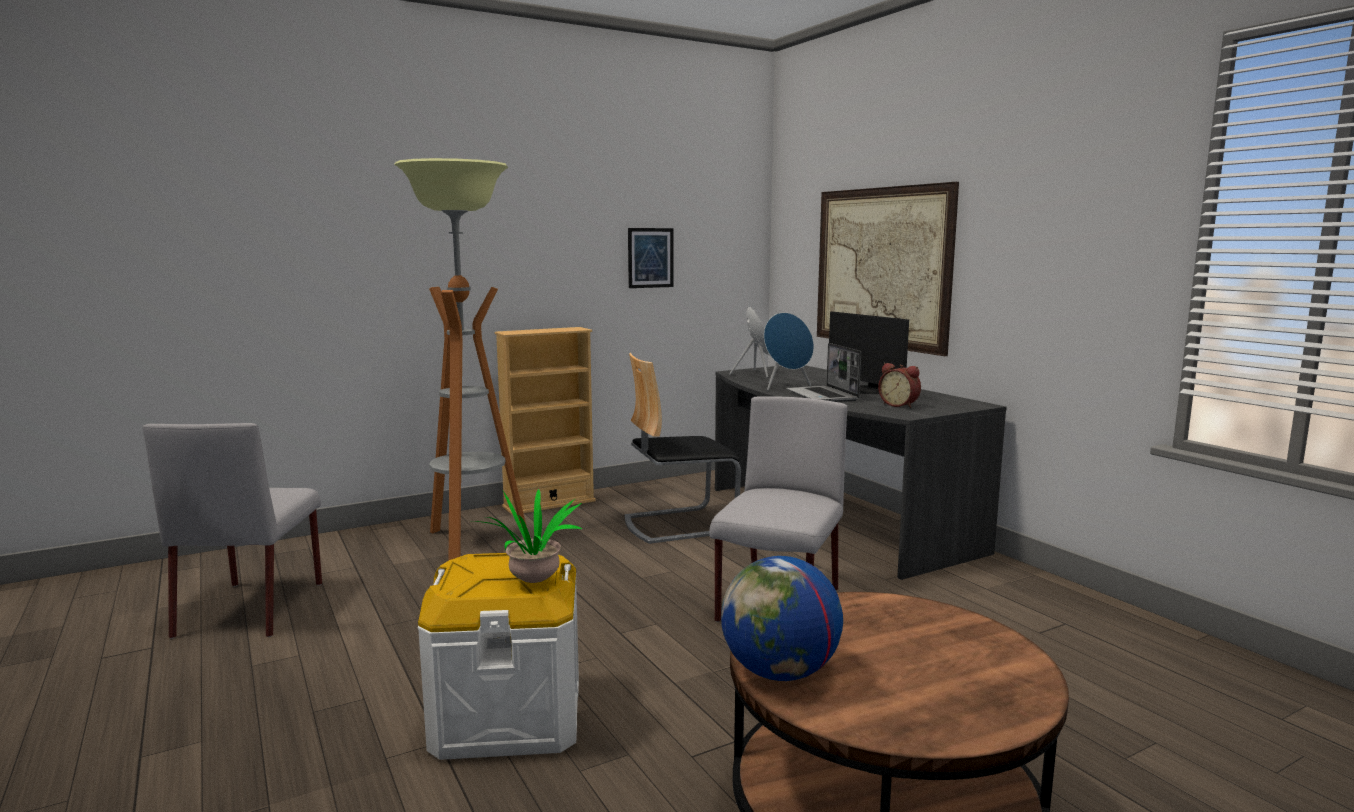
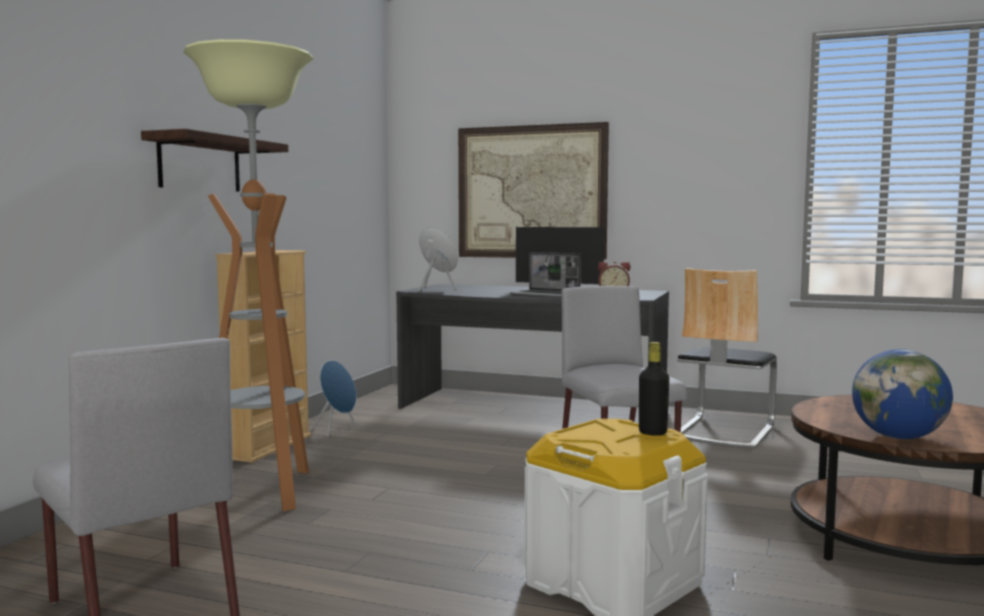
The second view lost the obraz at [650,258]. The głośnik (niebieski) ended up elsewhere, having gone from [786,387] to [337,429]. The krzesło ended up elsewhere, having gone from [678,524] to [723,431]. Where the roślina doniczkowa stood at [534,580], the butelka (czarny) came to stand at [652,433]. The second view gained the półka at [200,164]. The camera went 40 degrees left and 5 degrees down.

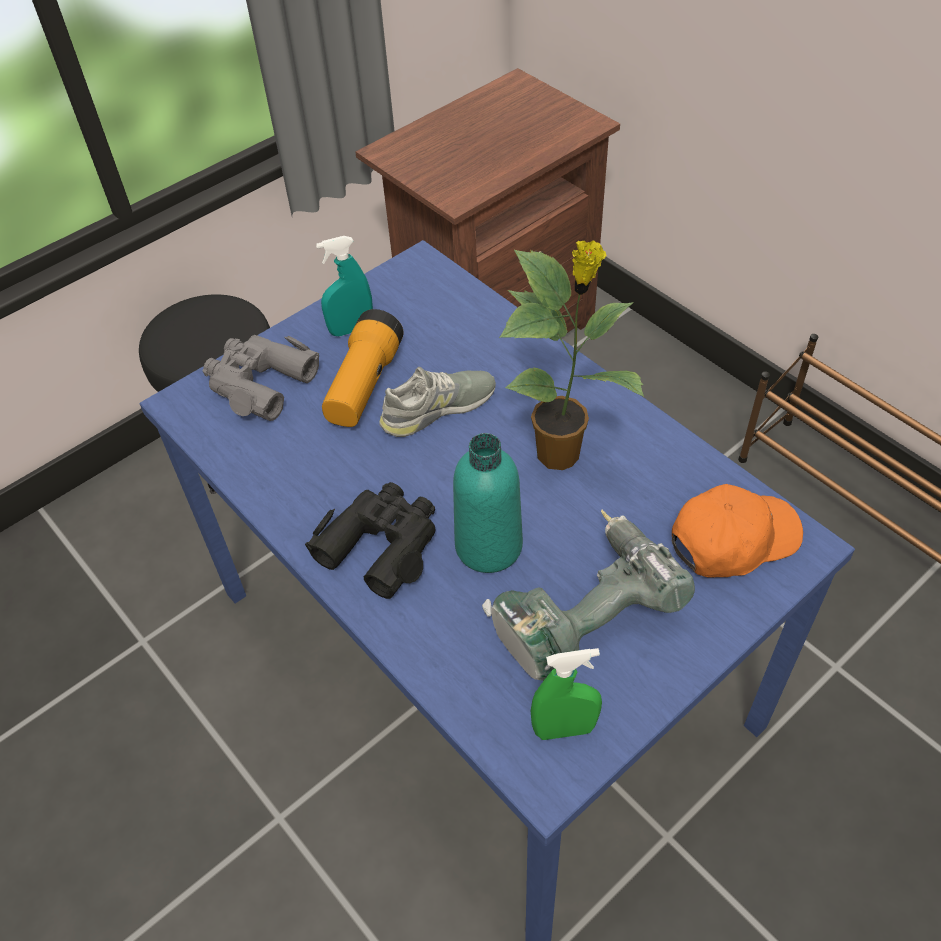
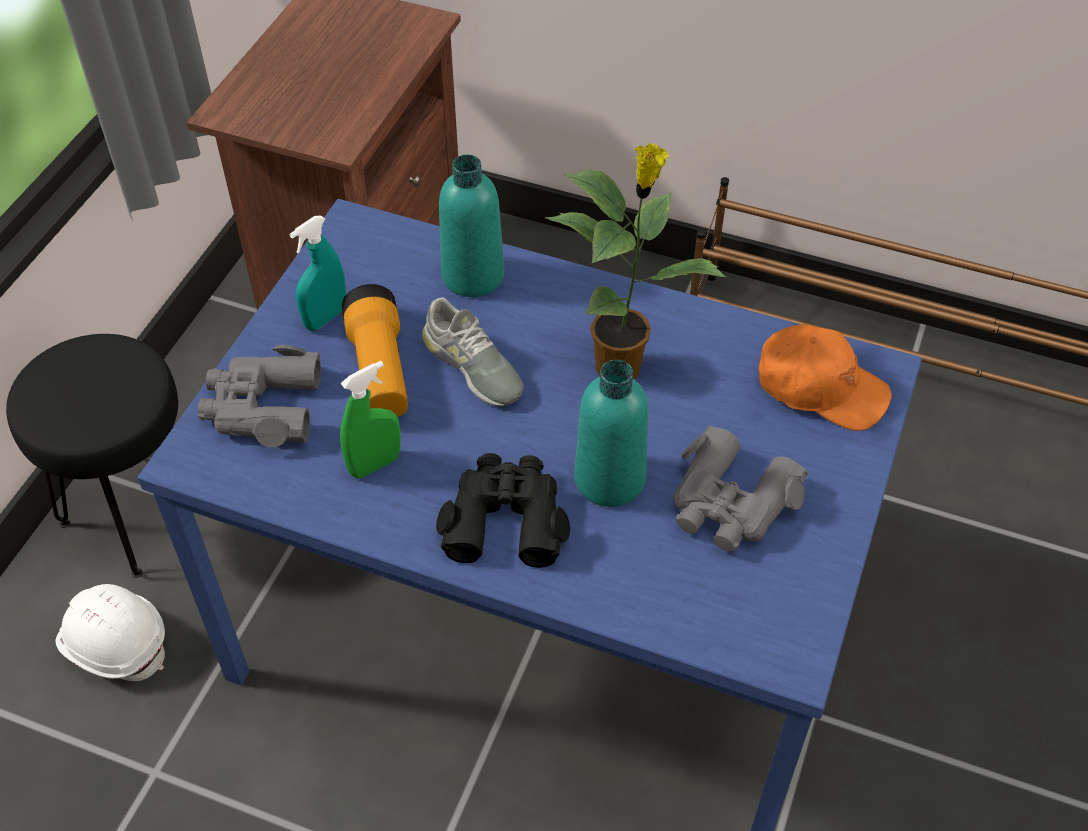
The but (szary) at [438,408] ended up facing another way, 105 degrees clockwise from before. The czapka z daszkiem (pomarańczowy) at [732,539] ended up facing another way, 75 degrees clockwise from before. Where the wiertarka stood at [581,610], the lornetka (szary) came to stand at [730,503]. The spryskiwacz (zielony) ended up elsewhere, having gone from [564,729] to [375,464]. The second view gained the butelka (turkusowy) at [473,276]. The second view gained the kask (biały) at [115,643]. The camera went 30 degrees left and 0 degrees up.

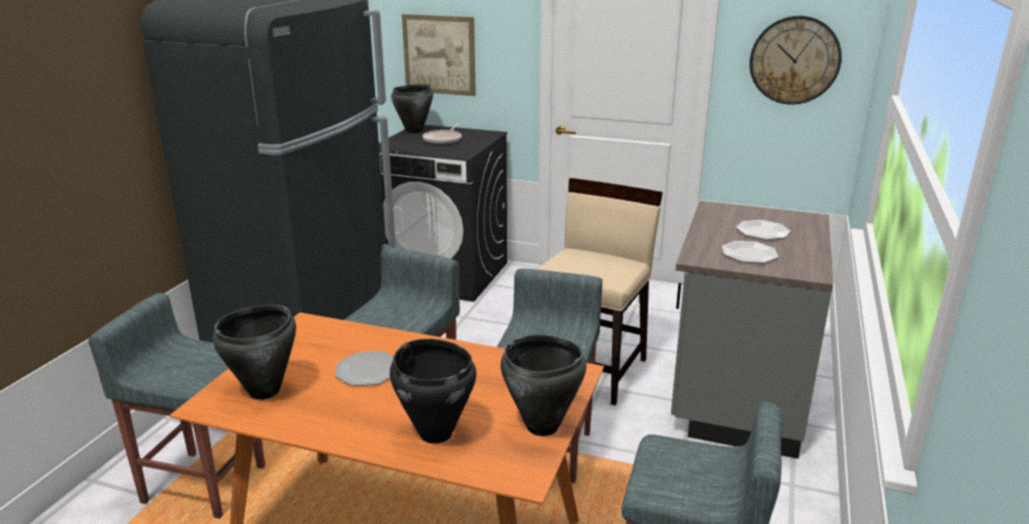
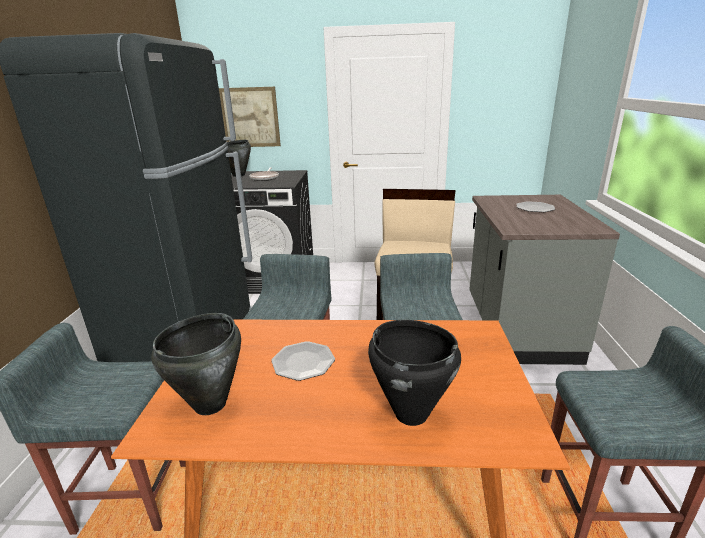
The second view lost the zegar ścienny at [794,60]. The second view lost the talerz at [749,254]. The second view lost the garnek (czarny) at [542,427]. The camera went 15 degrees left and 0 degrees up.

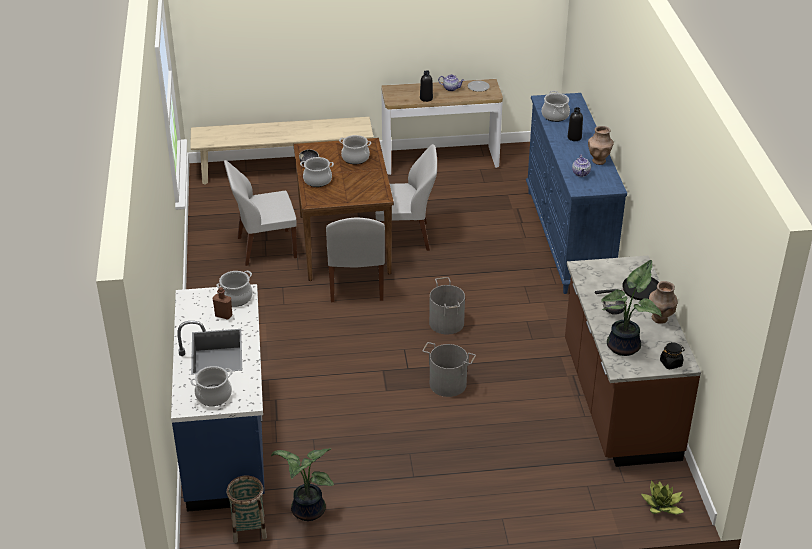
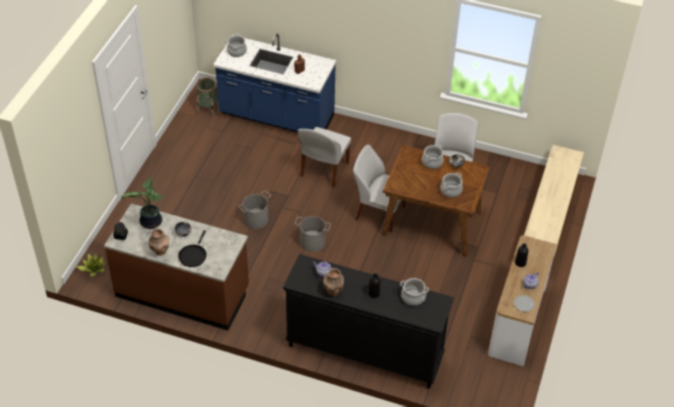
What was the komoda (niebieski) at [567,239] turned into the komoda (czarny) at [364,351]. The krzesło (biały) ended up elsewhere, having gone from [405,237] to [324,170]. The second view lost the garnek at [236,298]. The second view lost the roślina doniczkowa at [306,511]. The camera went 115 degrees right and 10 degrees up.

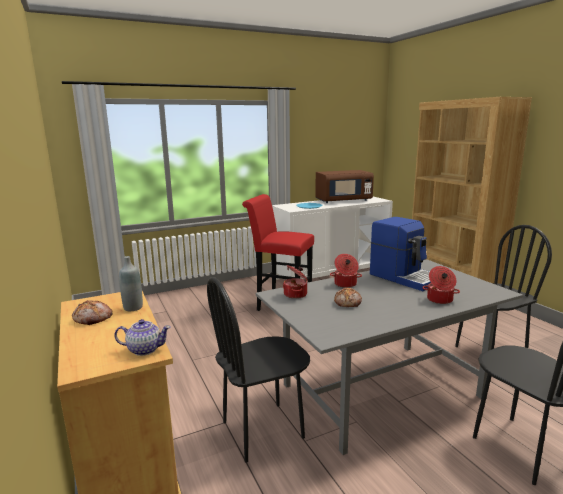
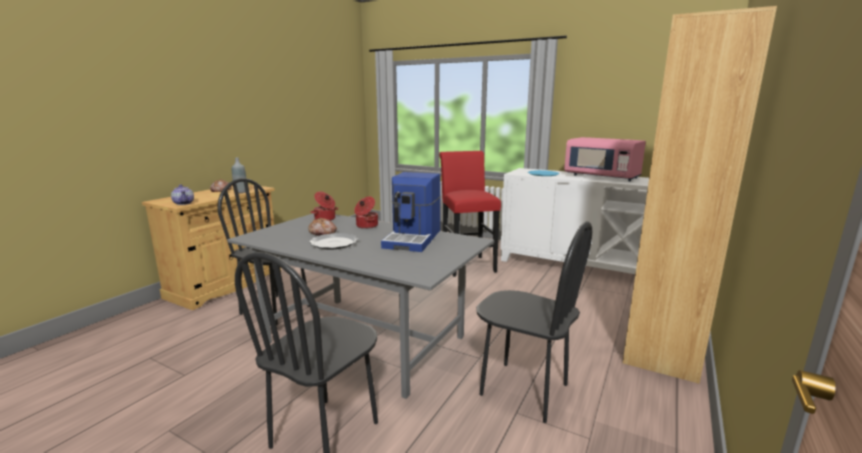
What was the mikrofalówka (brązowy) at [343,201] turned into the mikrofalówka (różowy) at [602,177]. The second view lost the garnek at [439,300]. The second view gained the talerz at [334,243]. The camera went 55 degrees right and 0 degrees up.

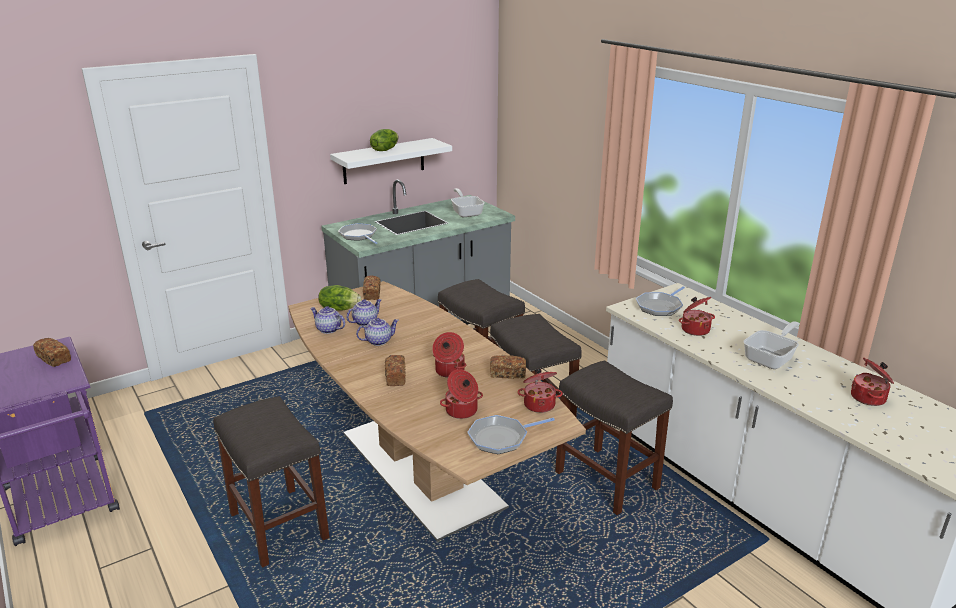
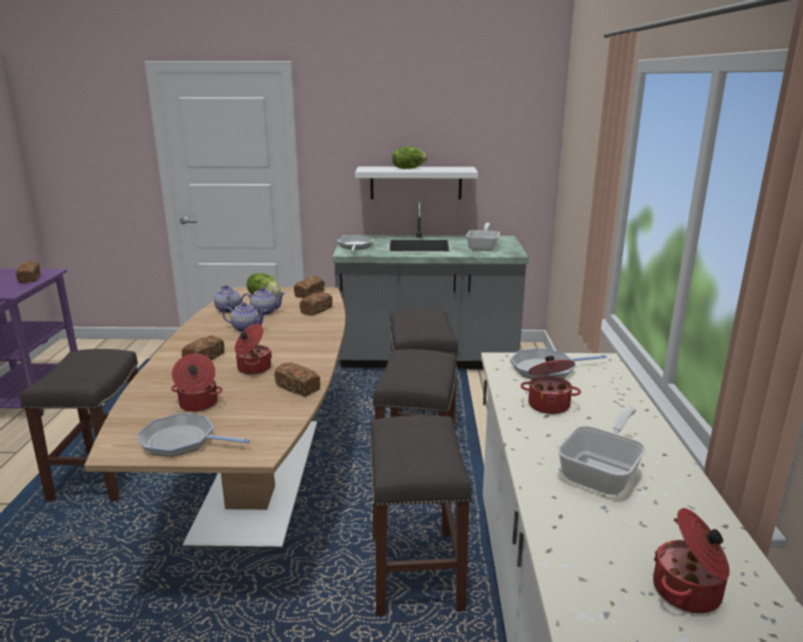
The patelnia at [771,358] ended up facing another way, 45 degrees counterclockwise from before. The second view lost the garnek at [539,404]. The second view gained the chleb at [316,310]. The camera went 35 degrees right and 5 degrees down.

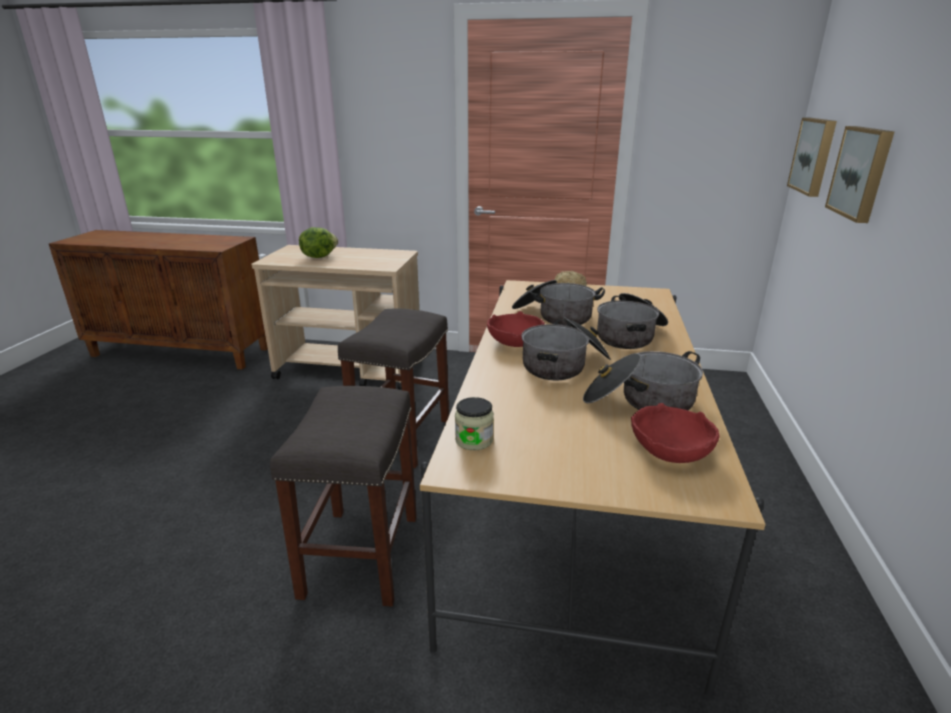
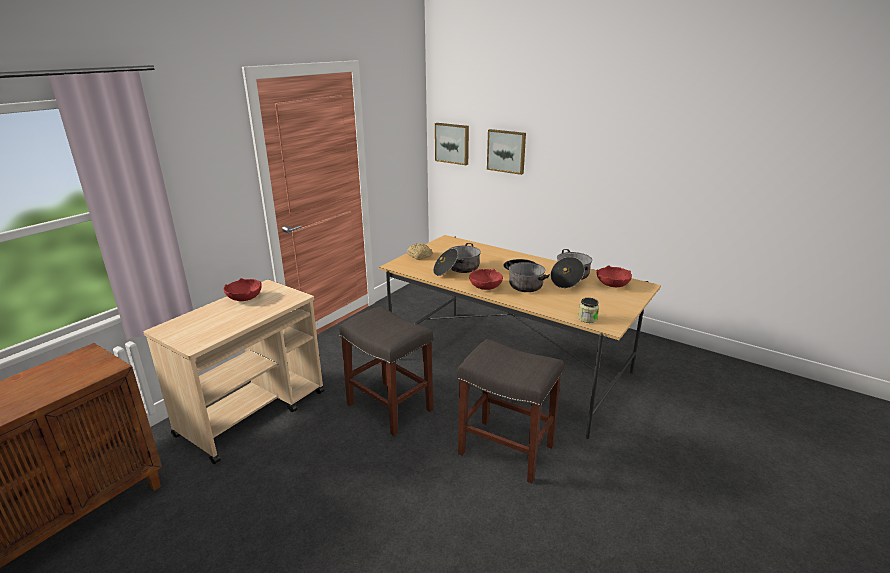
The second view lost the sałata at [318,256]. The second view lost the garnek at [630,335]. The second view gained the miska (czerwony) at [245,298]. The camera went 65 degrees left and 0 degrees up.

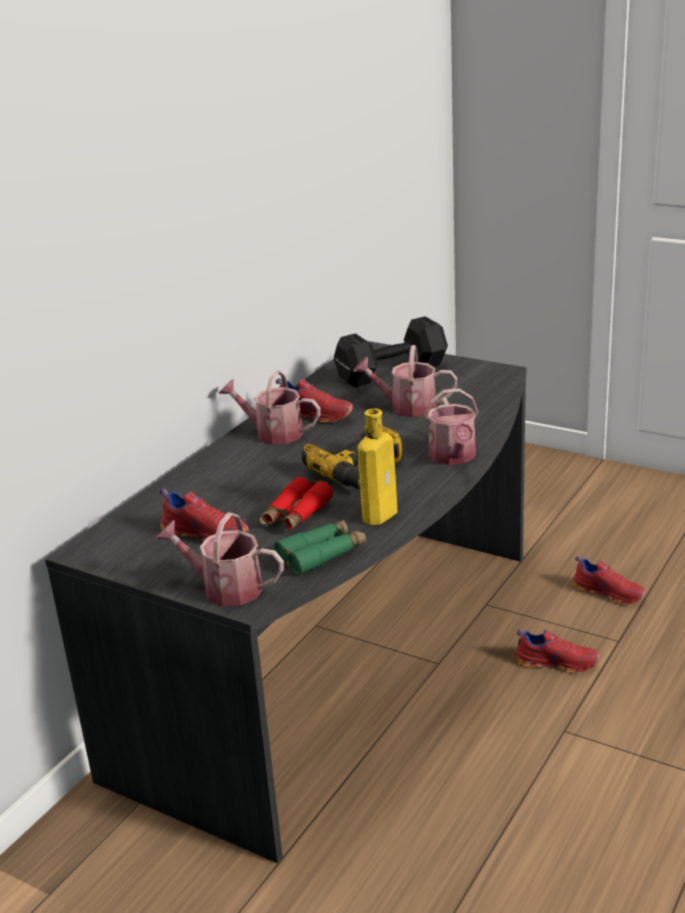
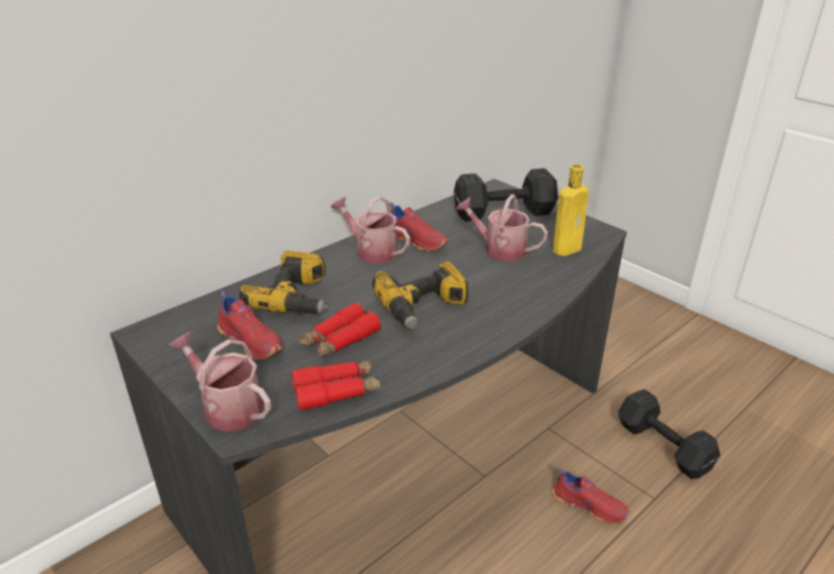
The second view lost the konewka at [454,457]. The butelka (żółty) ended up elsewhere, having gone from [381,514] to [568,248]. What was the lornetka (zielony) at [322,554] turned into the lornetka (czerwony) at [336,391]. Where the but (czerwony) stood at [609,592], the hantel (czarny) came to stand at [662,445]. The second view gained the wiertarka at [297,297]. The camera went 15 degrees right and 5 degrees up.

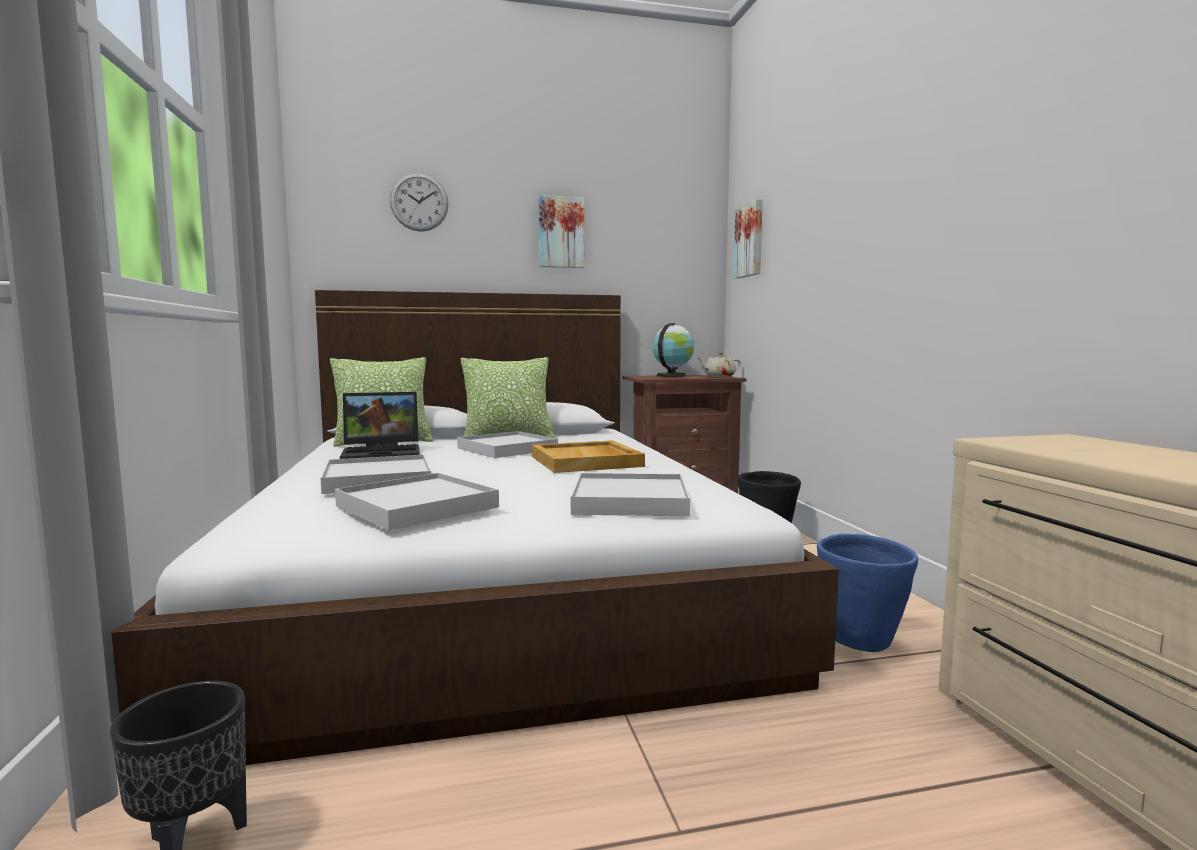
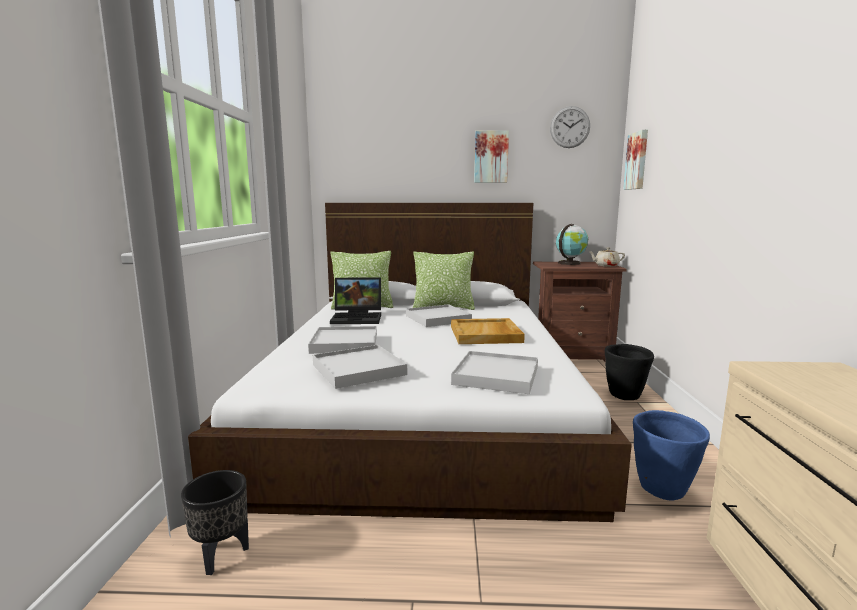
The zegar ścienny ended up elsewhere, having gone from [419,202] to [570,127]. The camera went 15 degrees right and 5 degrees up.

